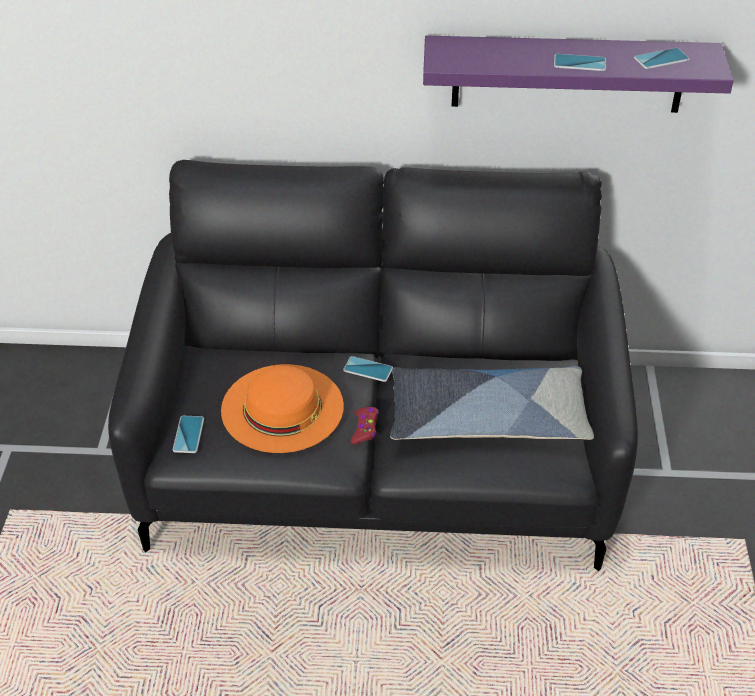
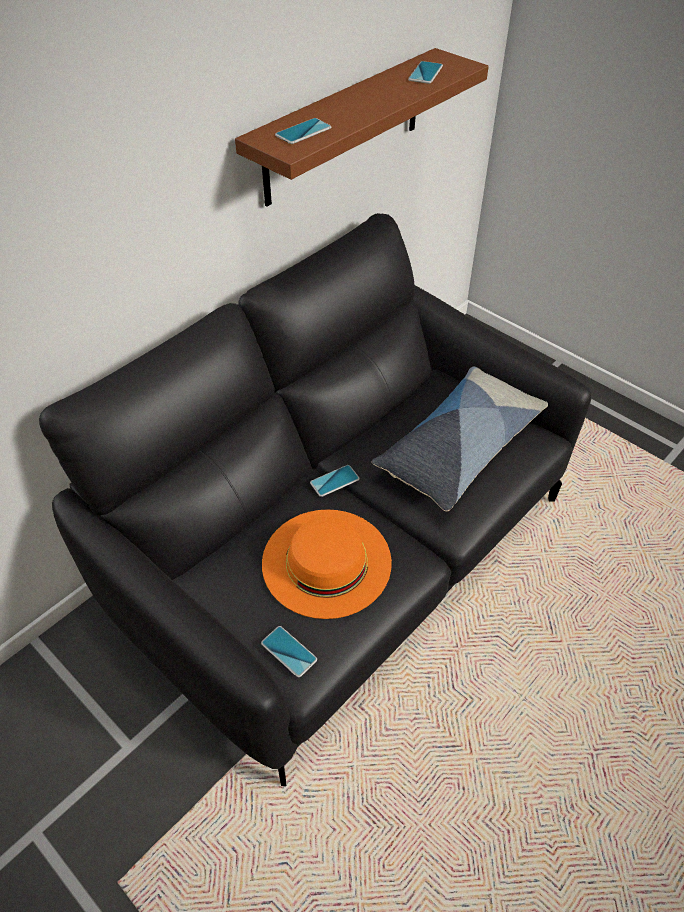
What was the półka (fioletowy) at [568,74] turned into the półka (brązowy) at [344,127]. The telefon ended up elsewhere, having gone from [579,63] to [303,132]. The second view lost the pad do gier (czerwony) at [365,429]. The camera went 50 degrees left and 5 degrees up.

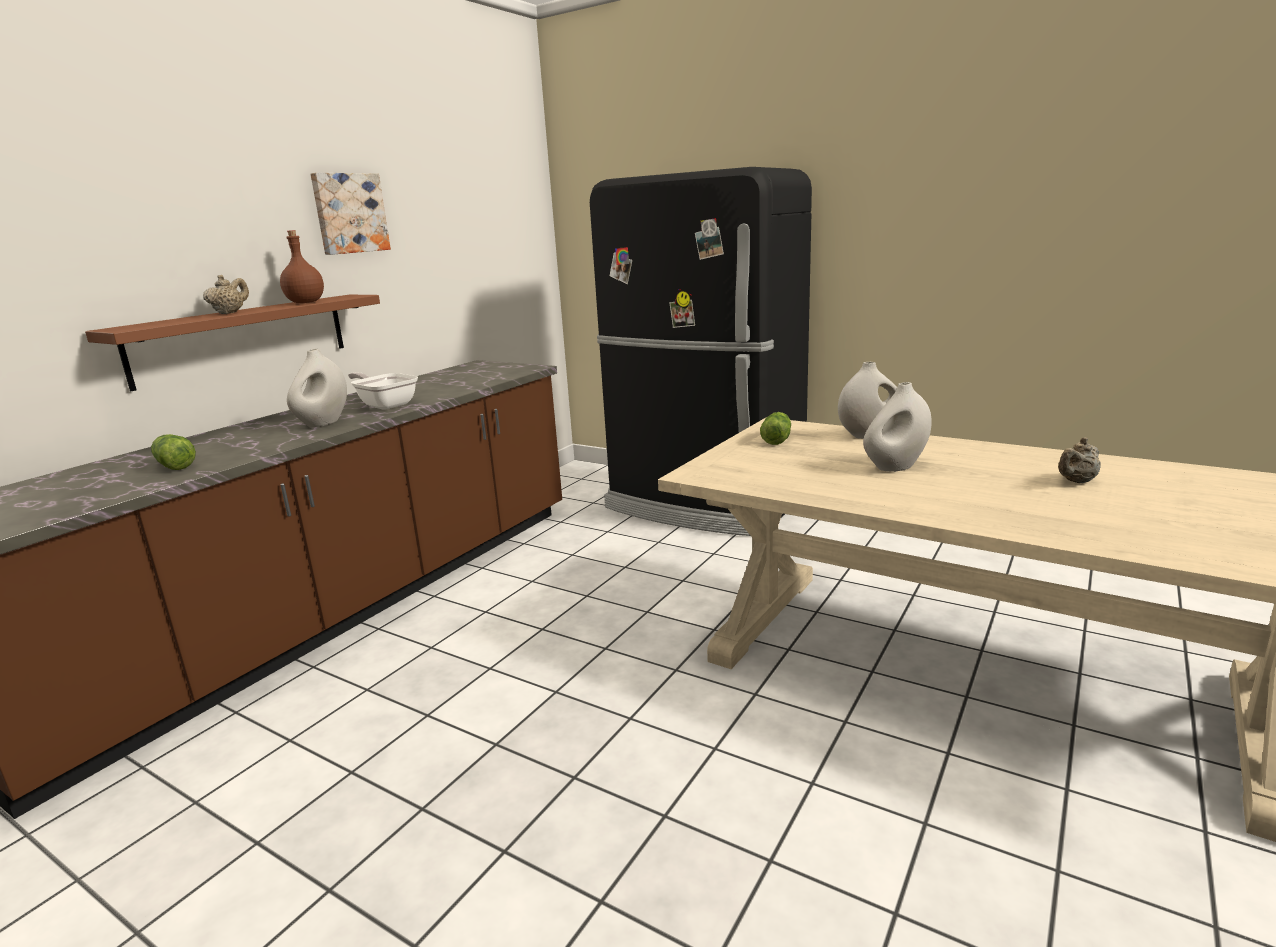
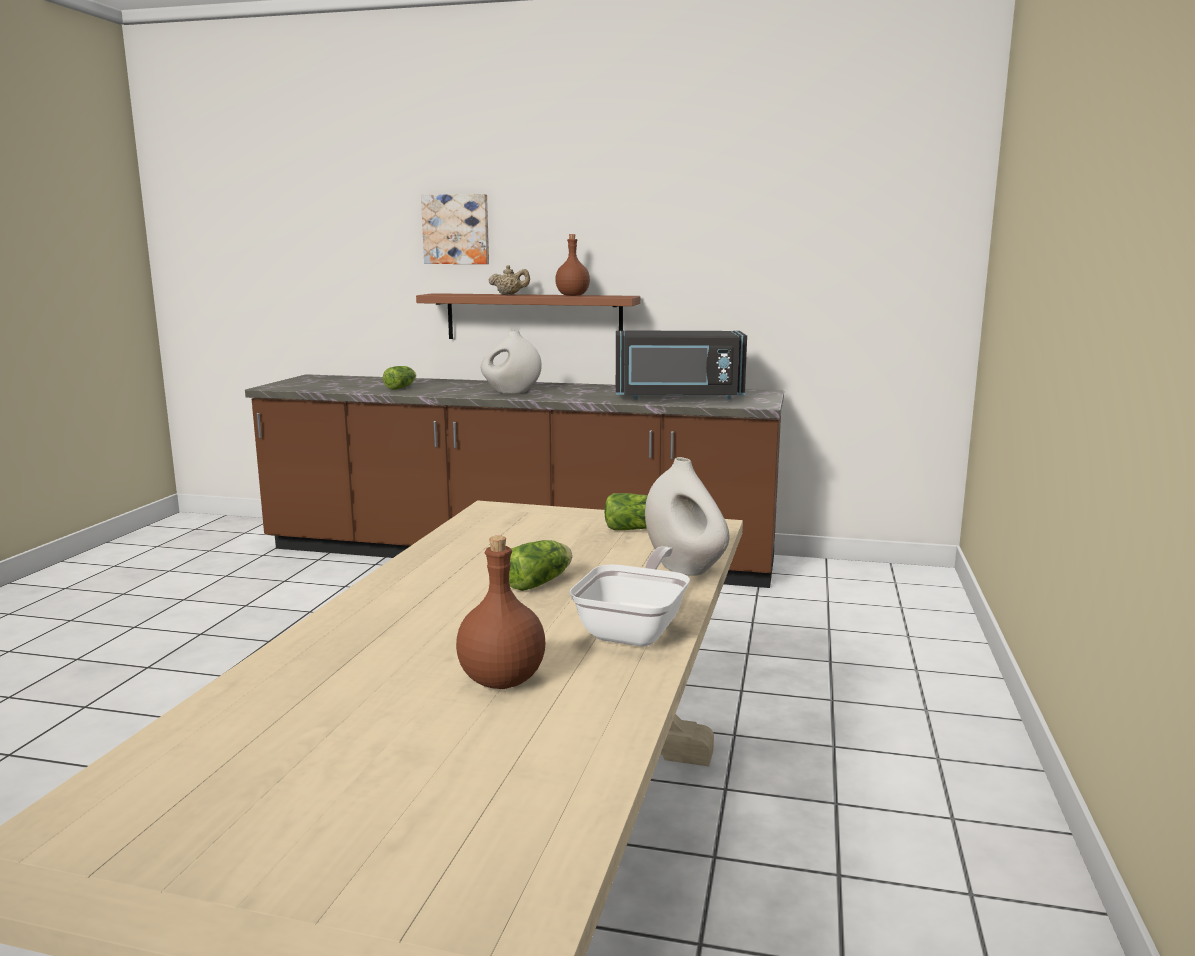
The second view lost the lodówka (czarny) at [705,504]. The obraz ended up elsewhere, having gone from [349,213] to [456,229]. The patelnia ended up elsewhere, having gone from [385,405] to [636,629]. Where the wazon (biały) stood at [895,467], the sałata came to stand at [540,582]. Where the imbryk (beżowy) stood at [1076,481], the butelka (brązowy) came to stand at [500,681]. The second view gained the mikrofalówka (czarny) at [678,397]. The camera went 70 degrees right and 5 degrees down.

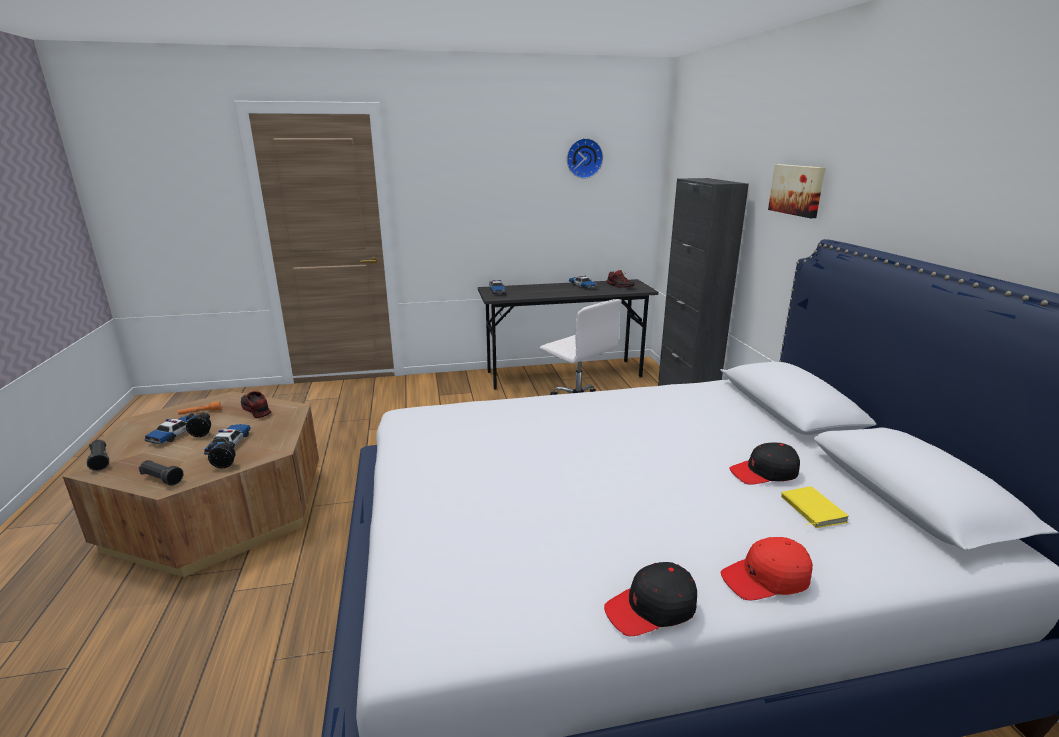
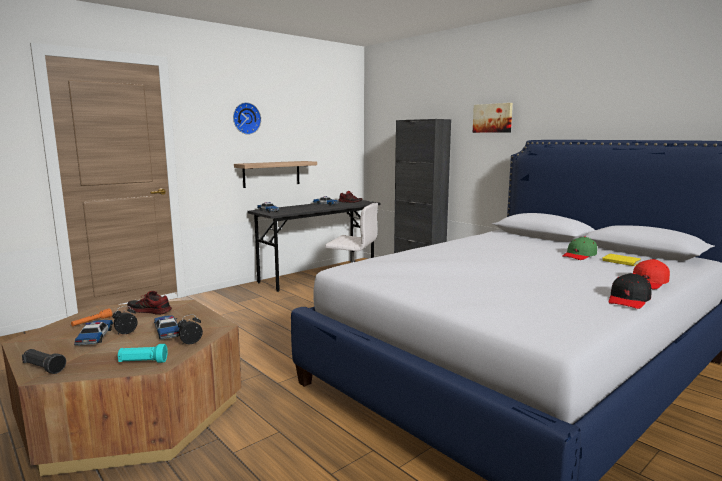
The zegar ścienny ended up elsewhere, having gone from [584,158] to [246,118]. What was the czapka z daszkiem (czarny) at [764,473] turned into the czapka z daszkiem (zielony) at [579,255]. What was the latarka (czarny) at [162,479] turned into the latarka (turkusowy) at [143,362]. The second view gained the półka at [271,174]. The camera went 30 degrees left and 10 degrees down.

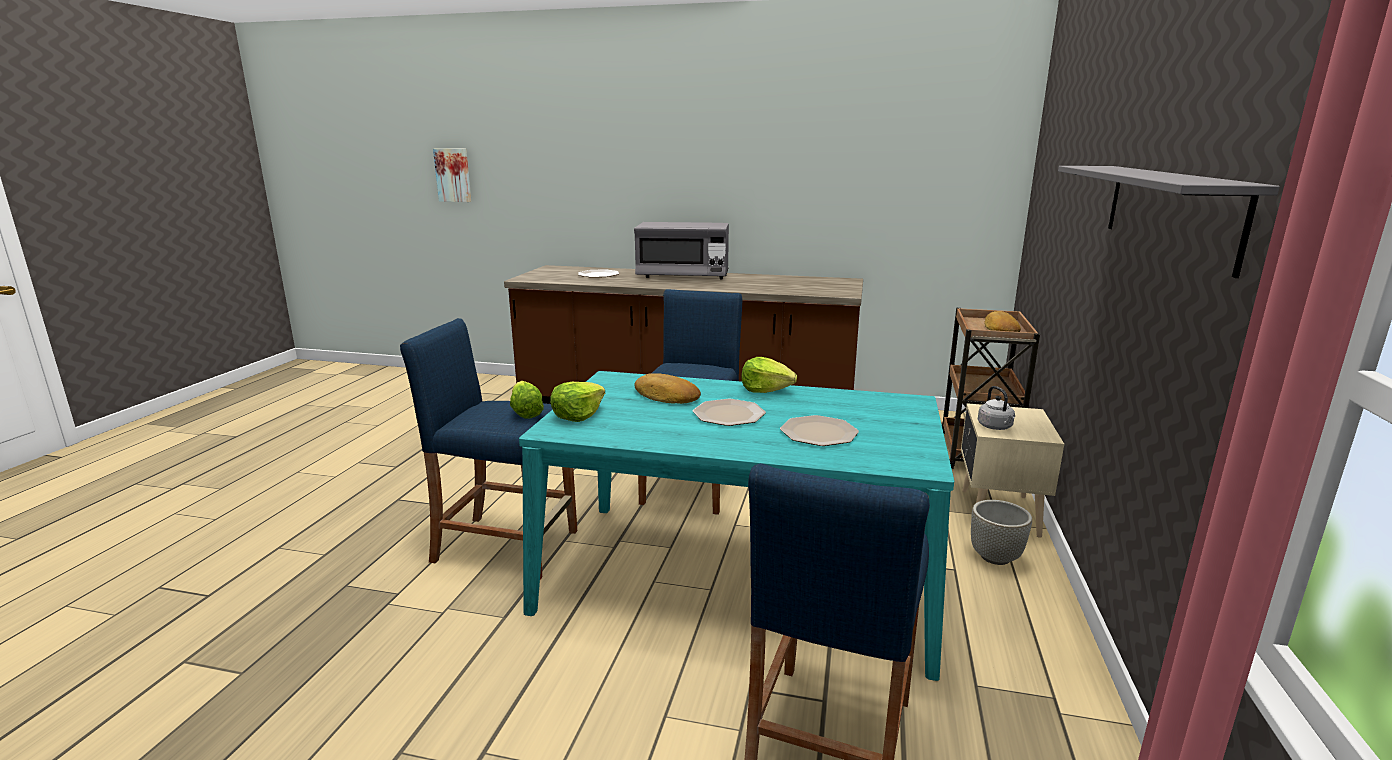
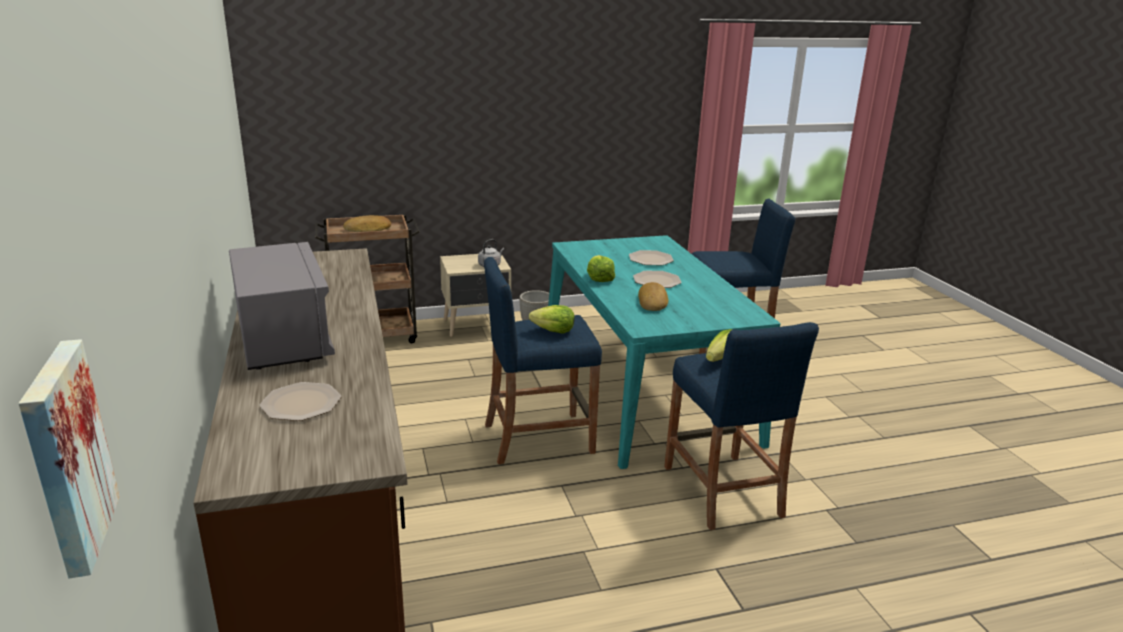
The second view lost the półka (szary) at [1168,211]. The sałata ended up elsewhere, having gone from [577,415] to [553,331]. The camera went 120 degrees left and 5 degrees up.

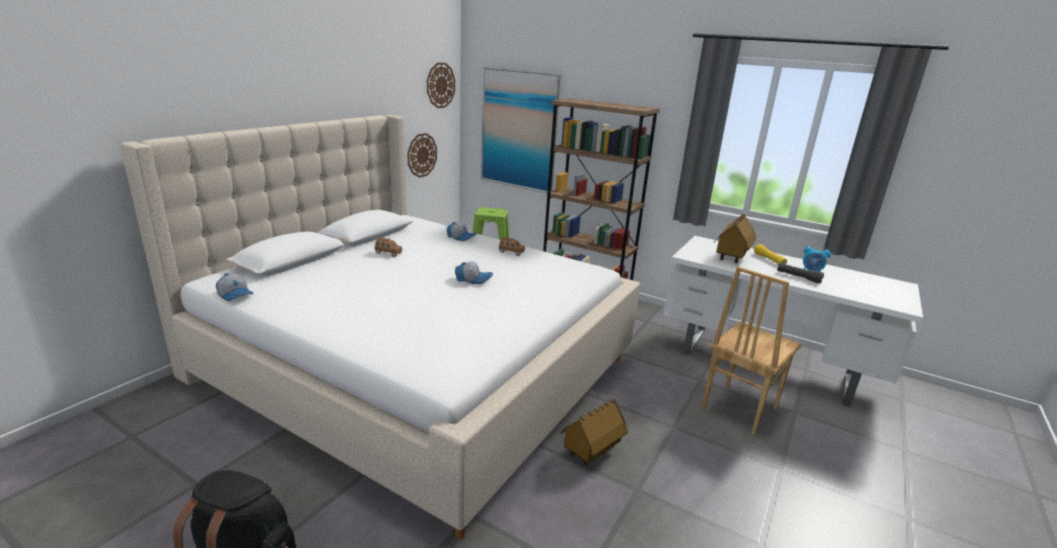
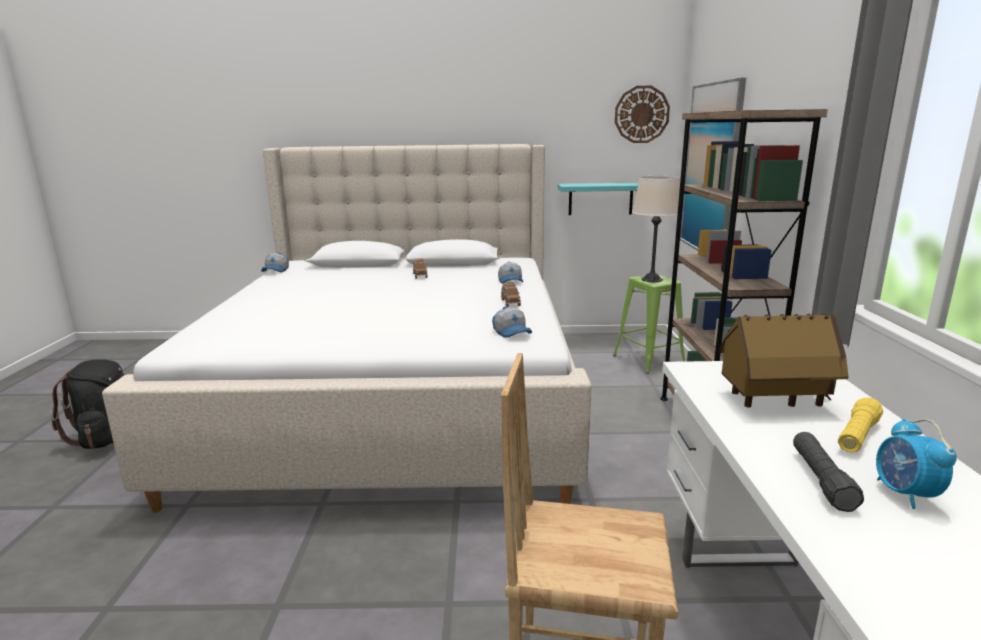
Where the zegar ścienny hung at [421,155], the półka (turkusowy) came to hang at [600,199]. The czapka z daszkiem ended up elsewhere, having gone from [473,279] to [512,332]. The second view lost the domek at [592,451]. The second view gained the lampa stołowa (beżowy) at [652,279]. The camera went 60 degrees right and 5 degrees down.

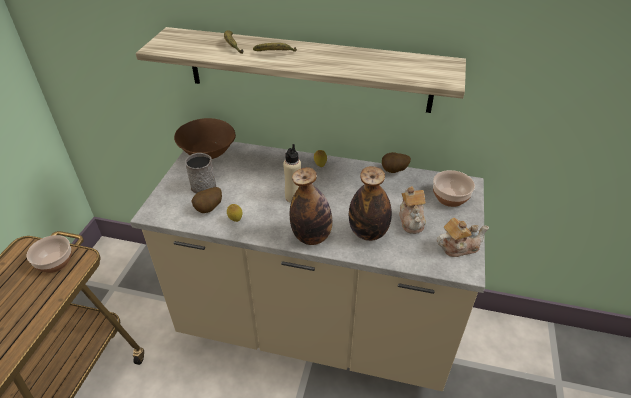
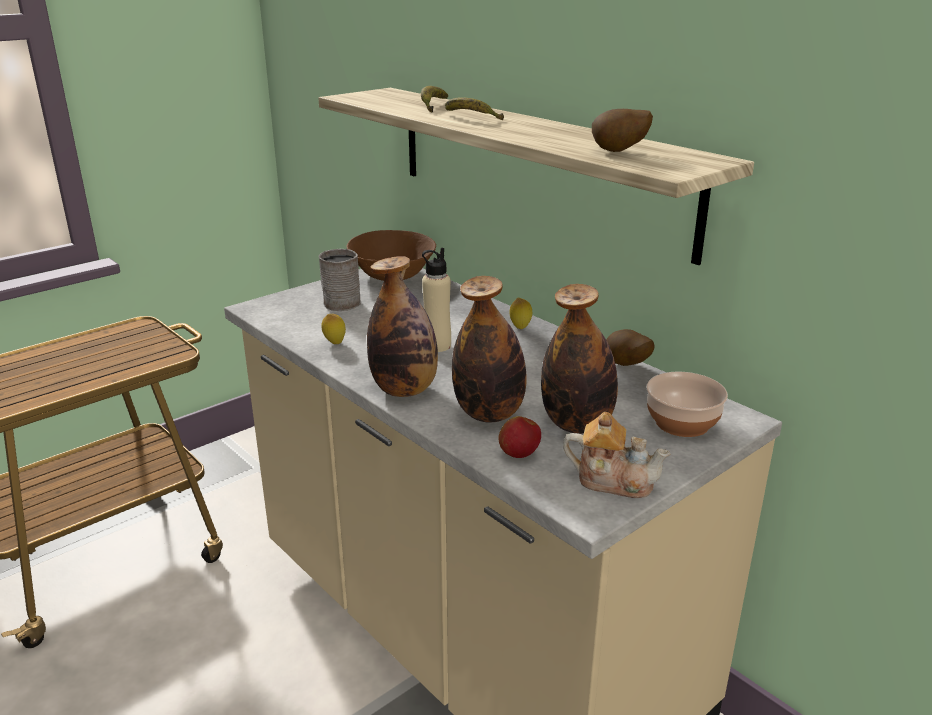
Where the imbryk stood at [411,220], the butelka came to stand at [577,424]. The ziemniak ended up elsewhere, having gone from [209,209] to [619,152]. The second view lost the miska at [54,262]. The second view gained the jabłko at [519,454]. The camera went 35 degrees right and 15 degrees down.

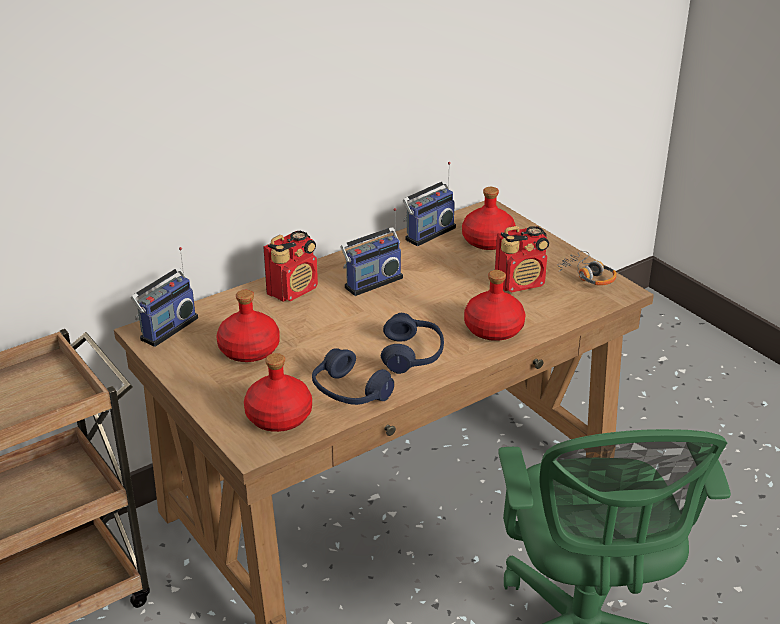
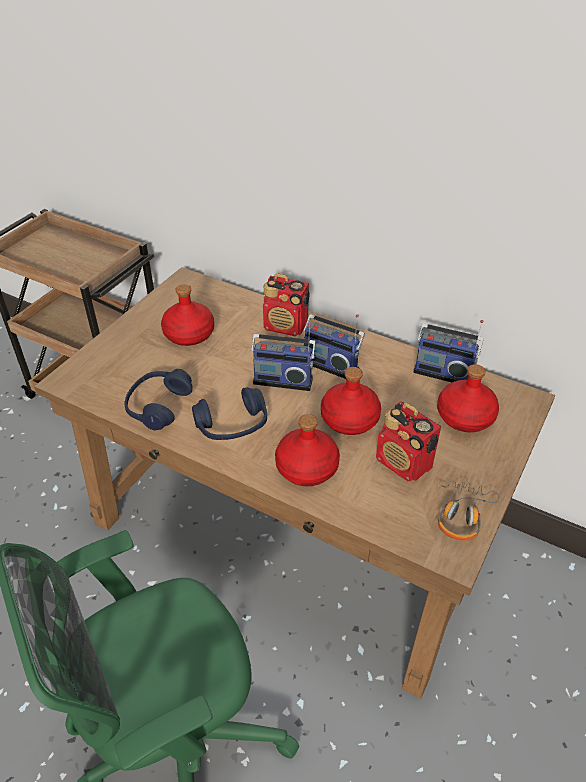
The radio ended up elsewhere, having gone from [166,328] to [283,379]. The butelka (czerwony) ended up elsewhere, having gone from [278,417] to [349,419]. The camera went 65 degrees right and 10 degrees up.

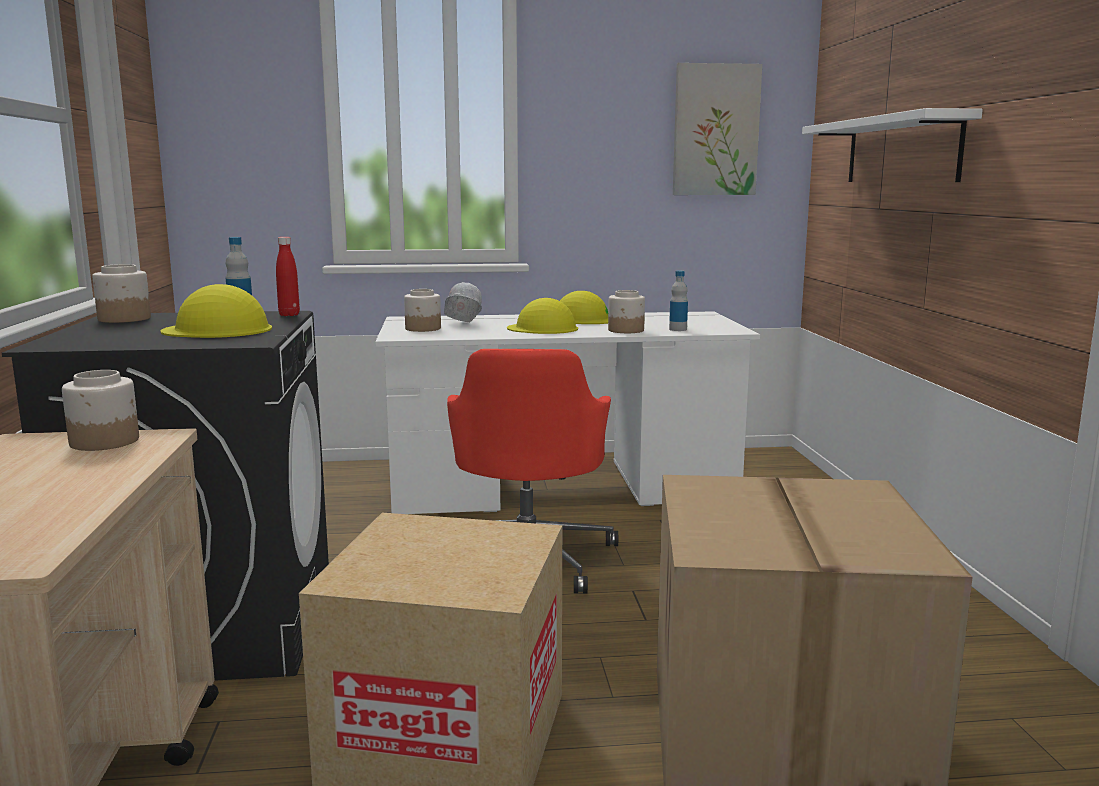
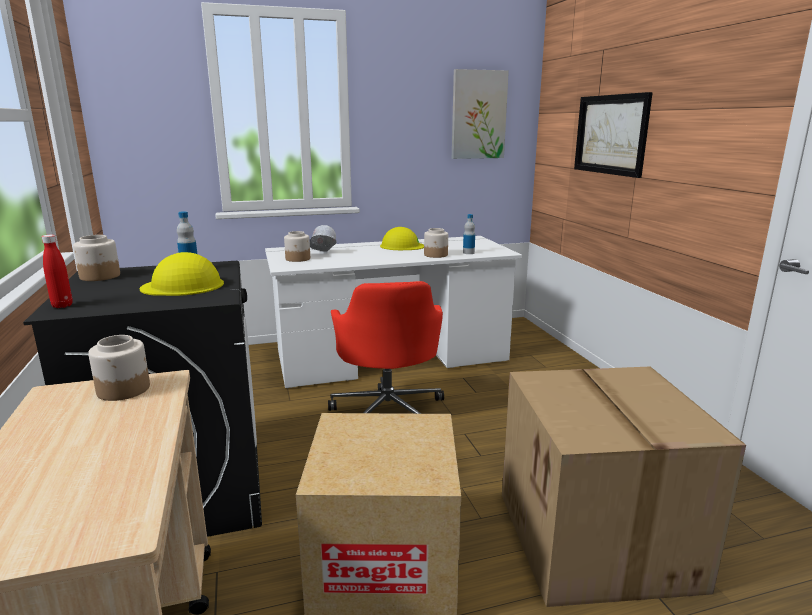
Where the półka (biały) hung at [901,150], the obraz came to hang at [611,134]. The butelka (czerwony) ended up elsewhere, having gone from [289,315] to [62,305]. The second view lost the kask (żółty) at [543,328]. The camera went 10 degrees left and 5 degrees up.

